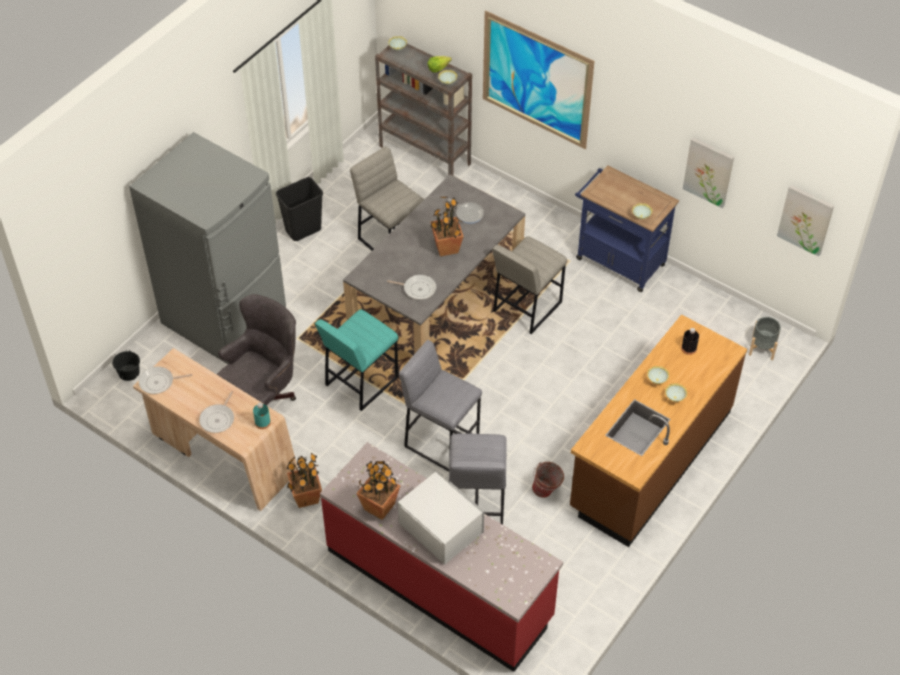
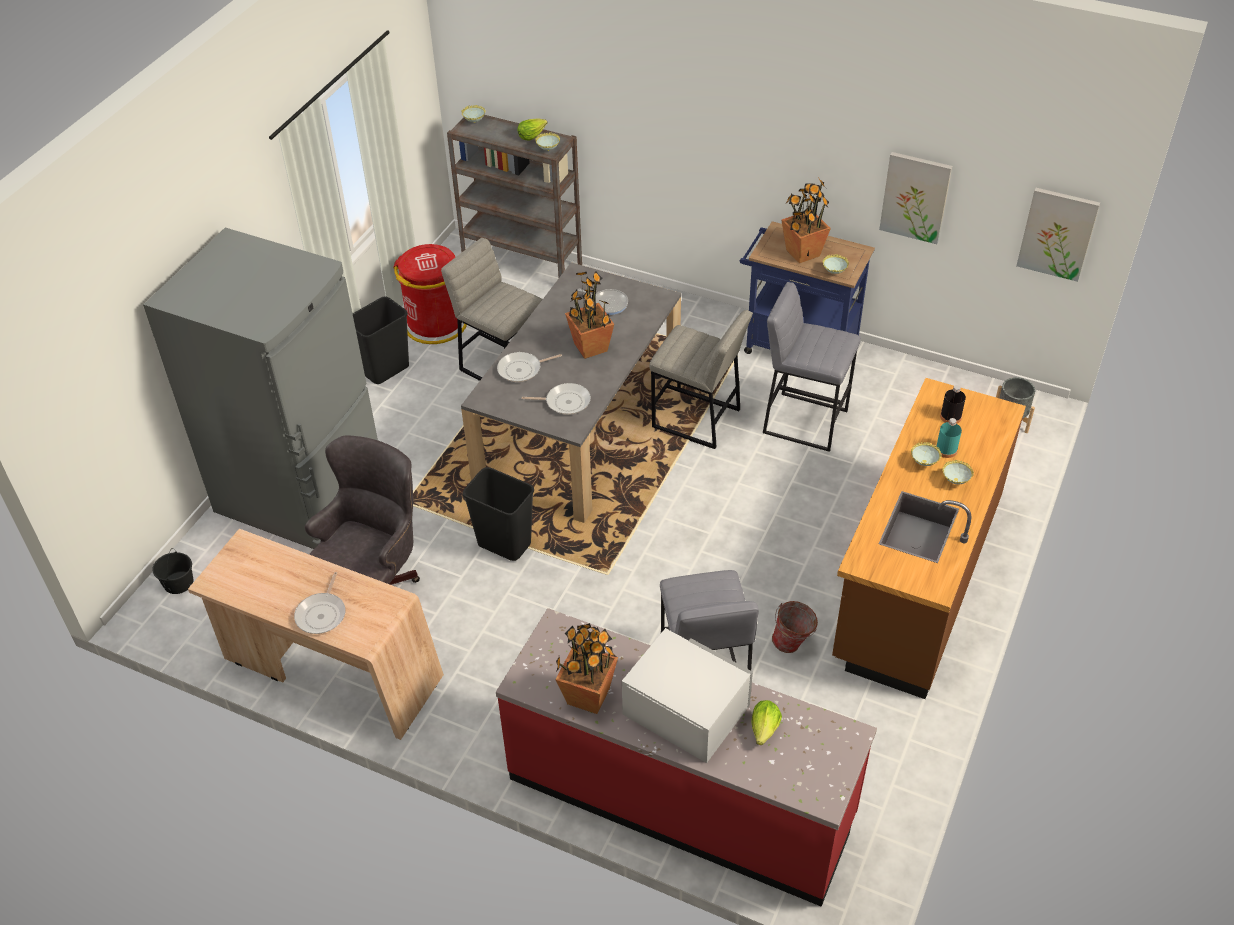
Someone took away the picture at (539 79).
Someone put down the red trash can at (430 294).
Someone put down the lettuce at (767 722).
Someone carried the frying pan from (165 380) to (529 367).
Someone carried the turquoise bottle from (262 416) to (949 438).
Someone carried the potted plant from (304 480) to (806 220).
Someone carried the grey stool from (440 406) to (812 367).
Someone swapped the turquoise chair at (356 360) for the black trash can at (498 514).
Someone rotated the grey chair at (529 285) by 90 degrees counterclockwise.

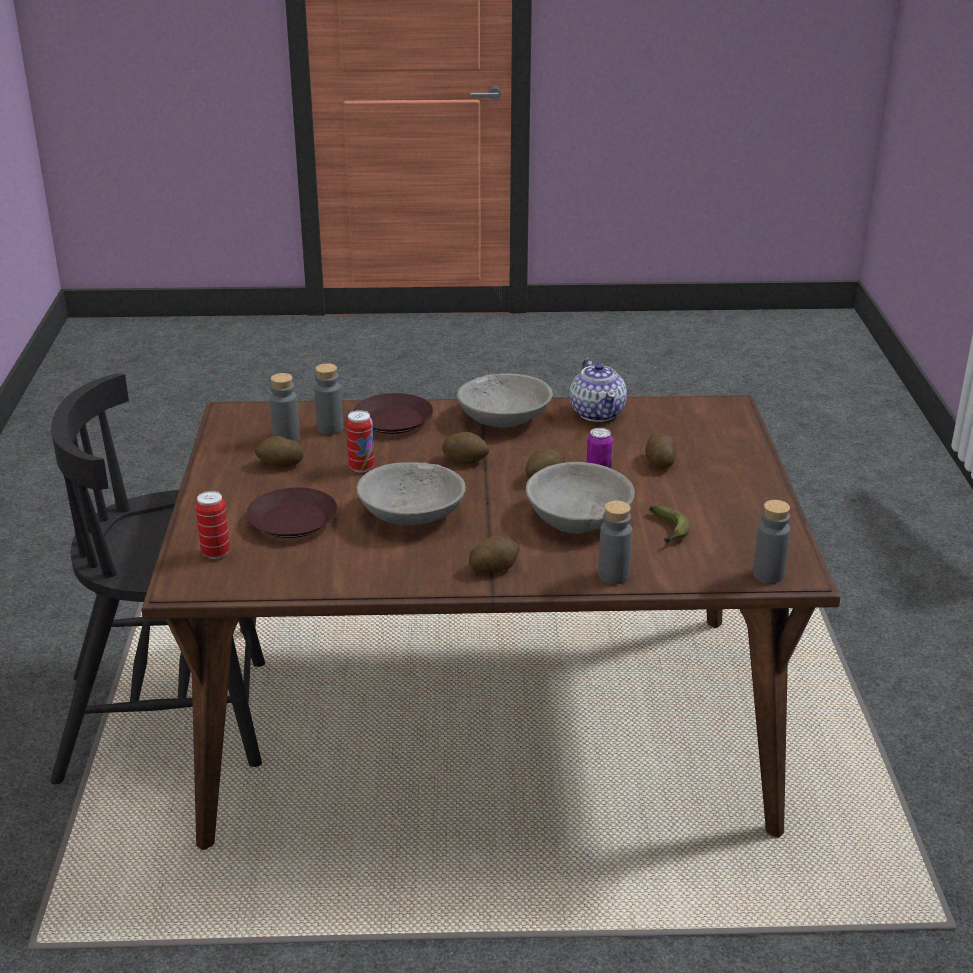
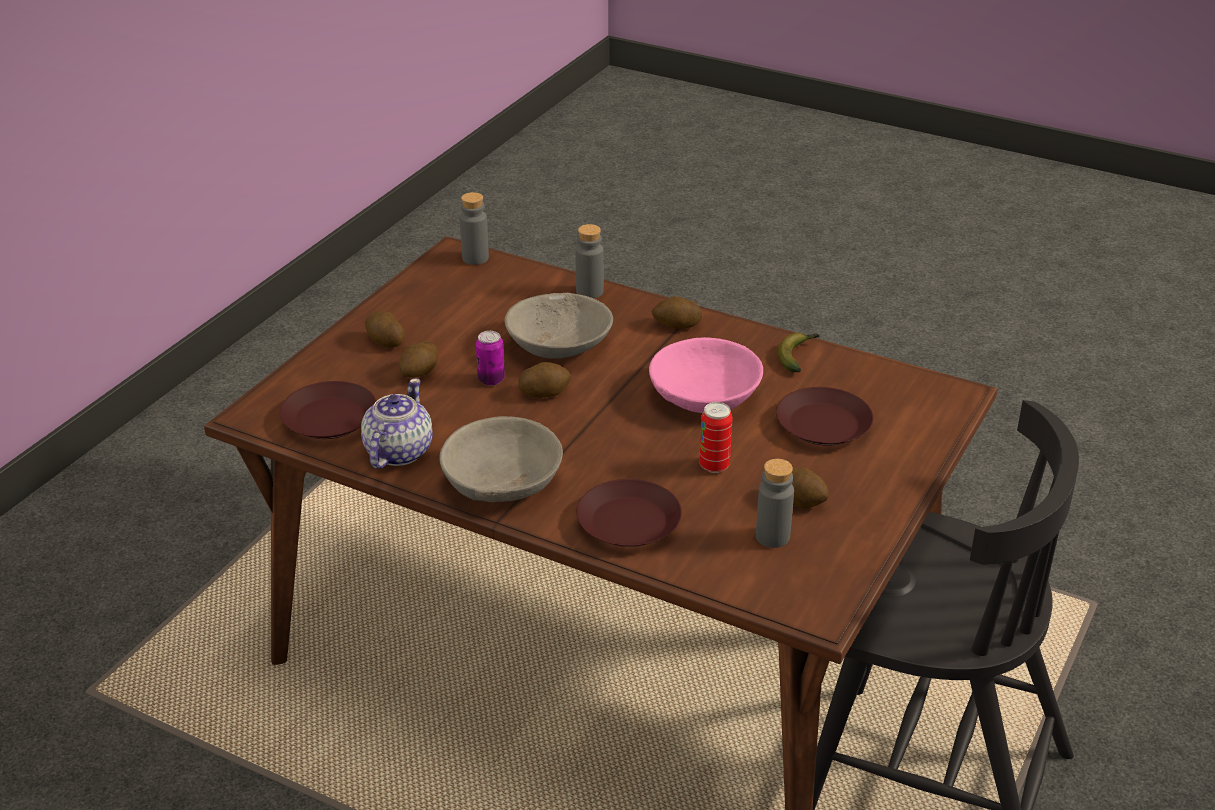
Someone took away the can at (213 525).
Someone took away the grey bottle at (328 399).
Someone put down the brown plate at (328 410).
Someone carried the potato from (465 448) to (385 330).
Someone carried the banana from (670 524) to (798 352).
Someone repainted the grey bowl at (411 493), which became the pink bowl at (706 375).

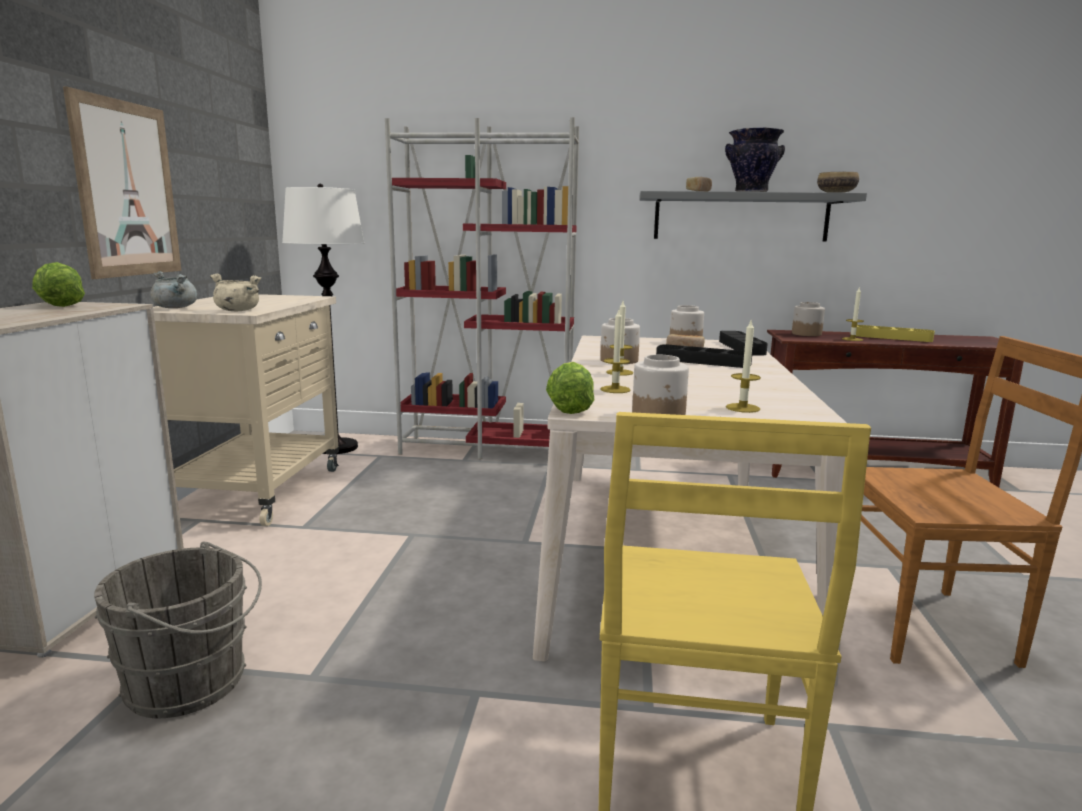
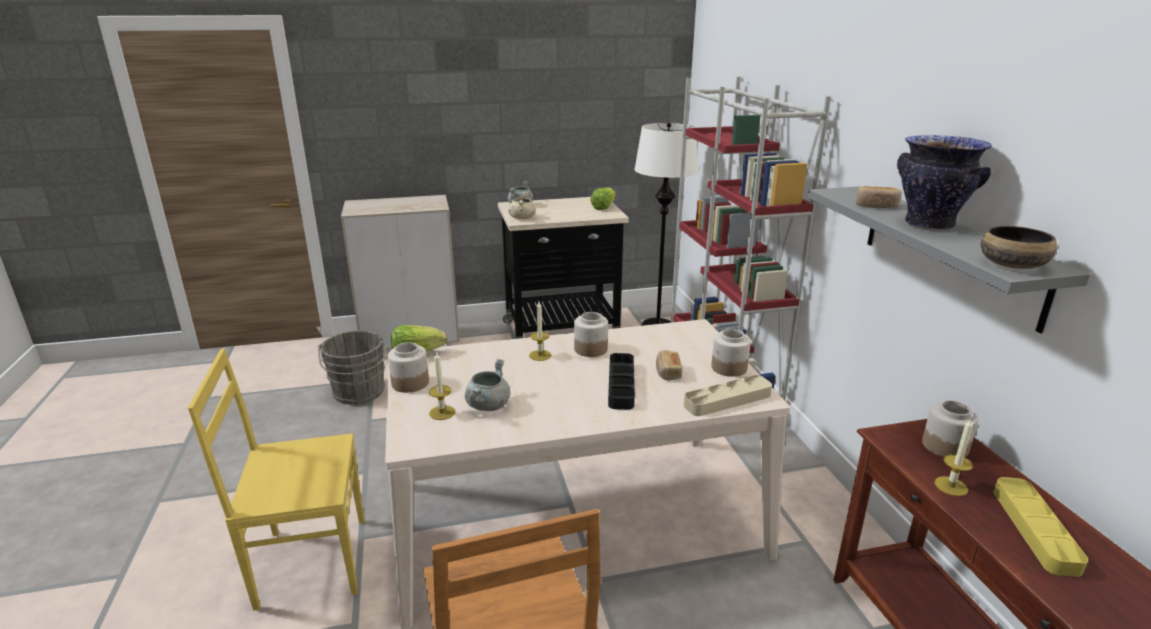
Someone took away the picture at (122 183).
Someone took away the candle at (615 351).
Someone put down the grey cooking pot at (487 385).
Someone carried the lettuce from (58 284) to (603 199).
Someone repainted the beige cart at (246 410), which became the black cart at (563 268).
Someone repainted the black tray at (743 343), which became the beige tray at (728 395).

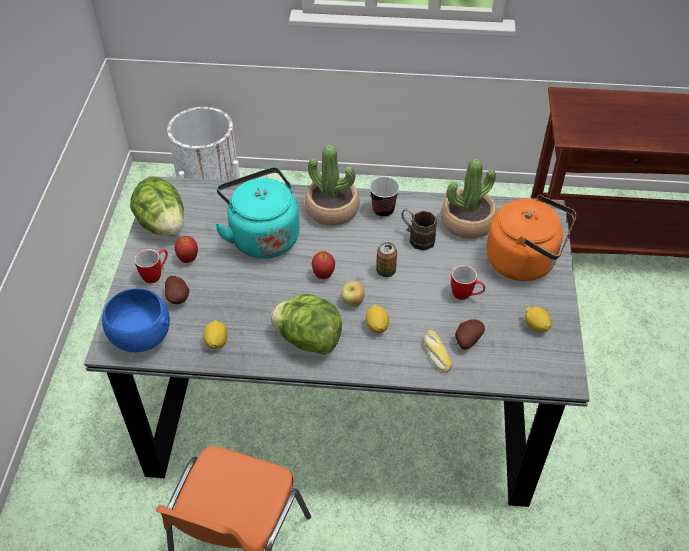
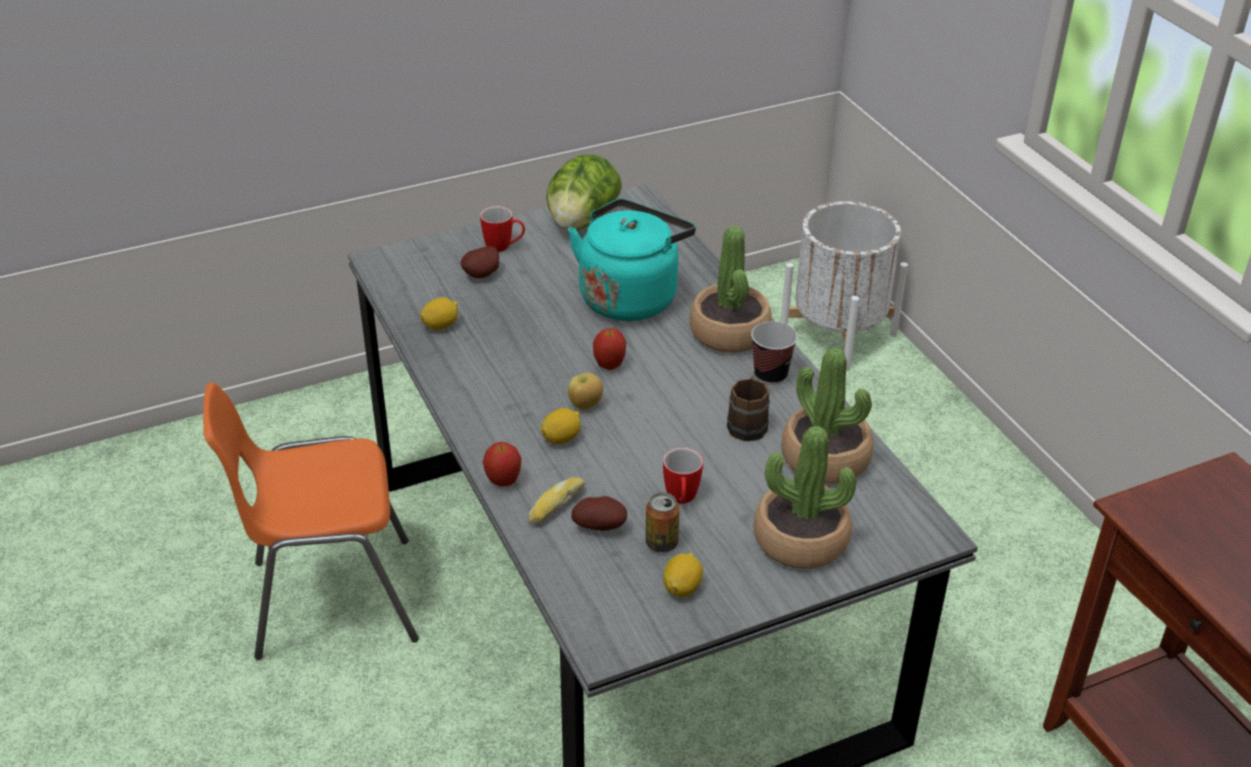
Someone took away the blue bowl at (136 320).
Someone took away the lettuce at (306 324).
Someone carried the apple from (186 249) to (502 464).
Someone carried the can from (386 259) to (663 522).
Someone swapped the orange kettle at (531 238) for the potted plant at (804 497).

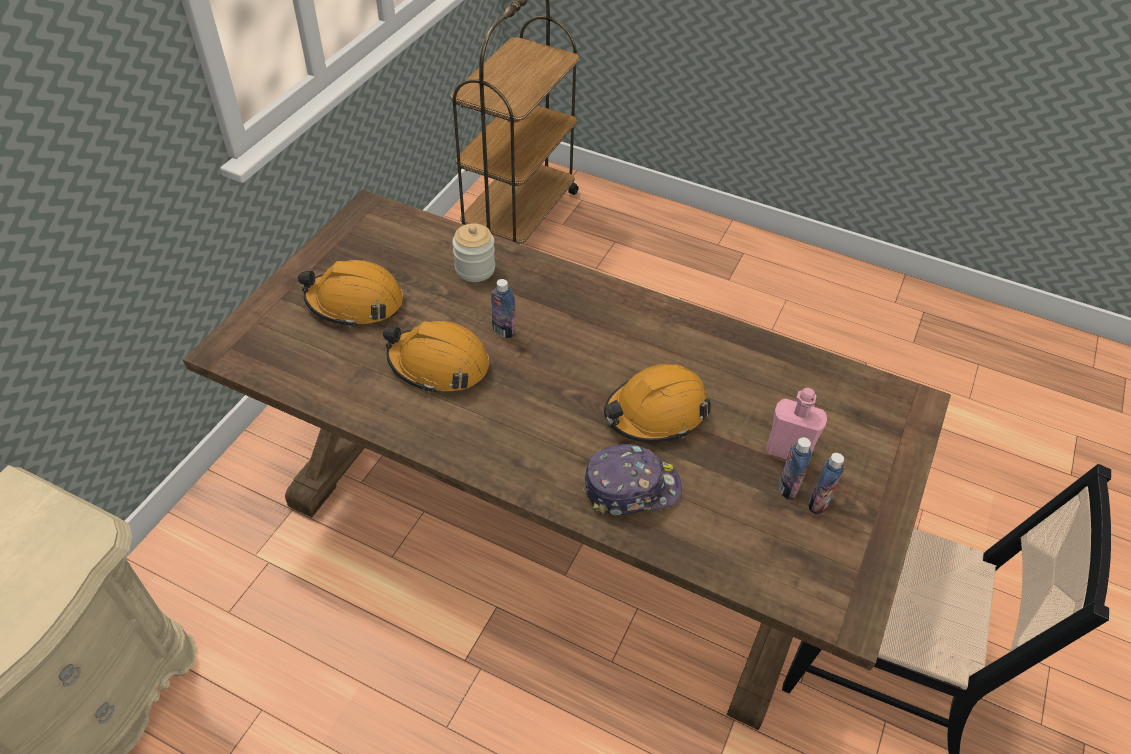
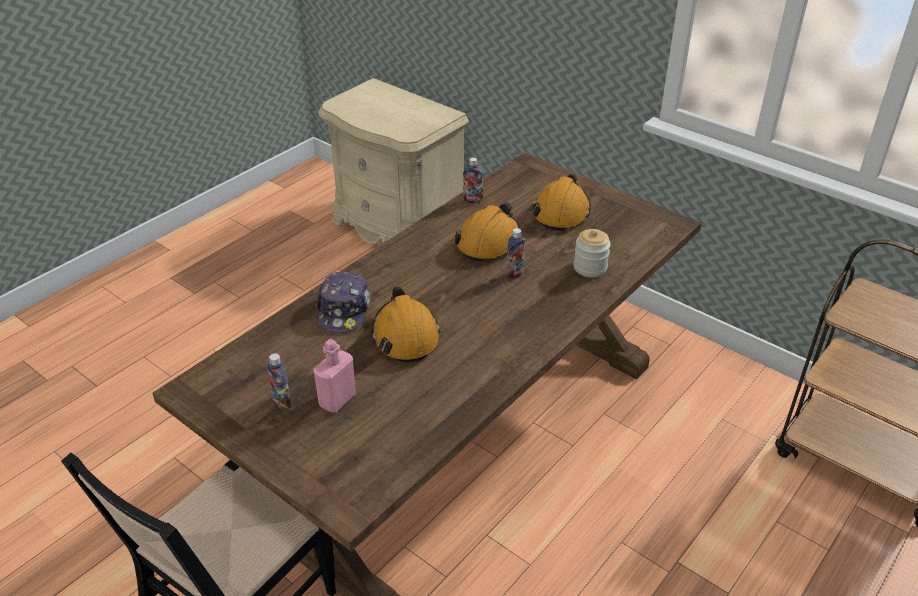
Someone carried the bottle from (795 468) to (473 180).

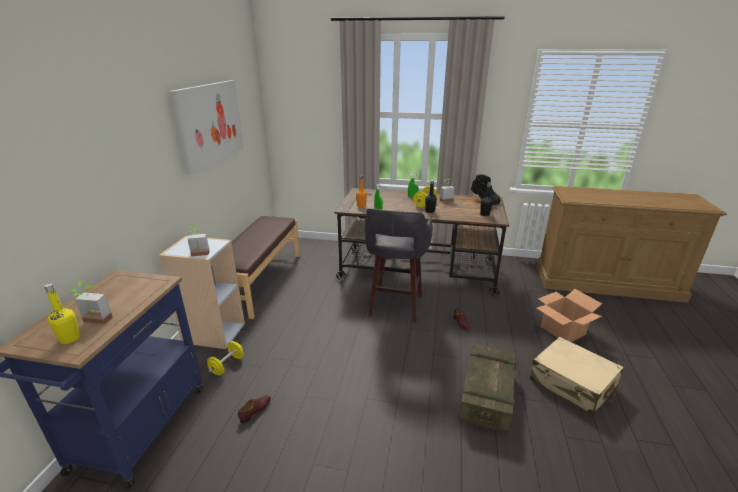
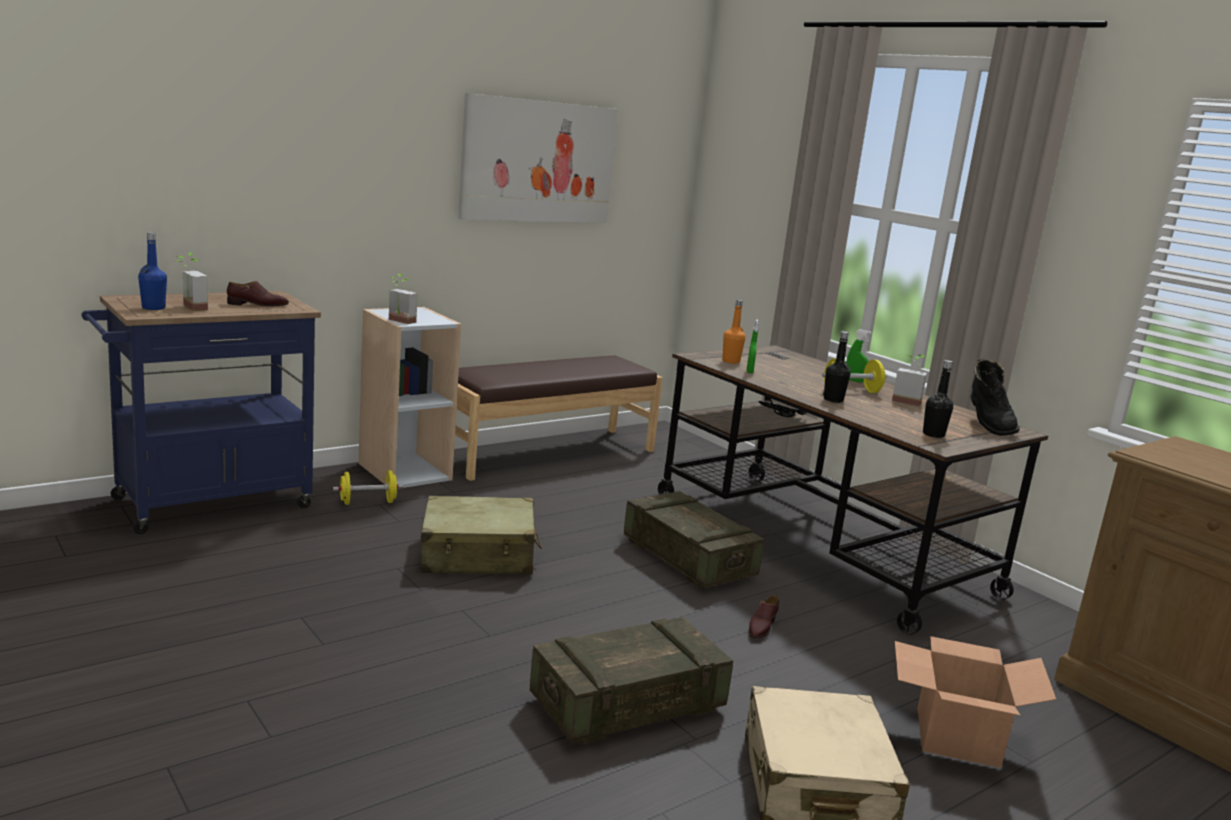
Someone put down the beige suitcase at (481 535).
Someone carried the brown shoe from (254 409) to (258 293).
Someone swapped the grey stool at (398 265) for the crate at (694 540).
Someone repainted the yellow bottle at (62 313), which became the blue bottle at (152 271).

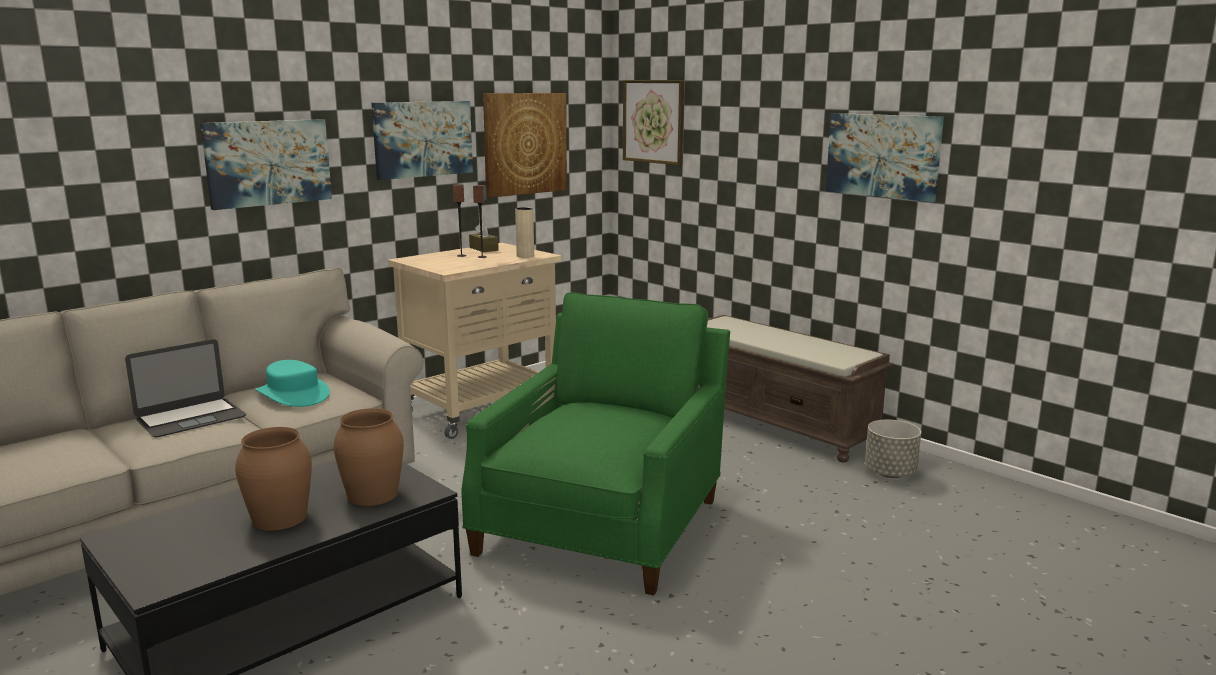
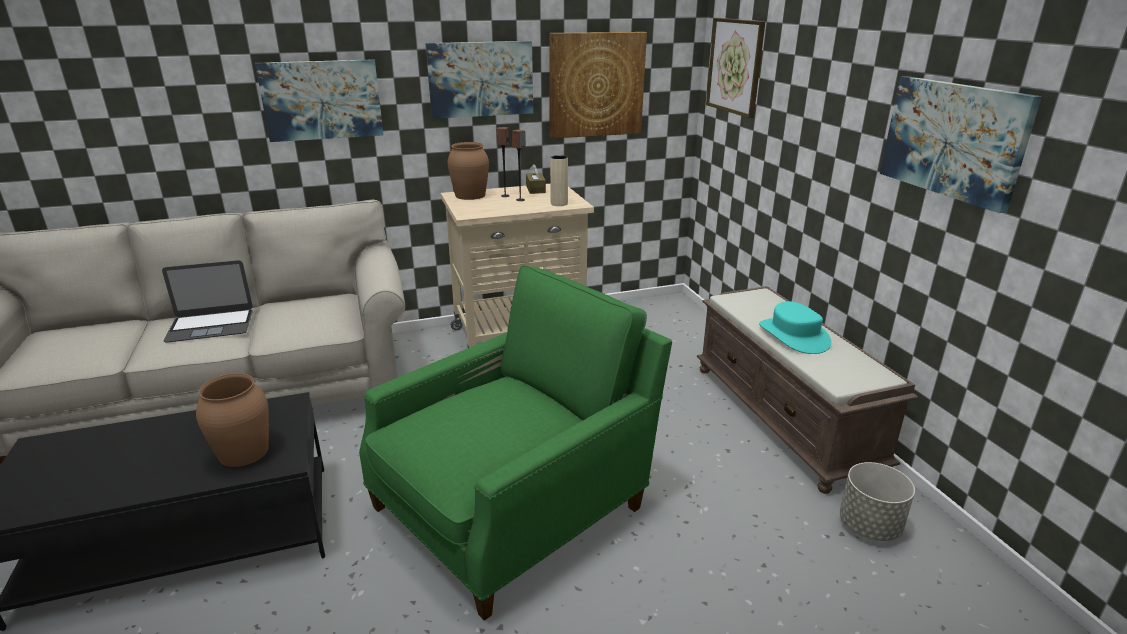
Someone carried the brown vase from (273 479) to (468 171).
Someone carried the turquoise hat from (293 383) to (795 327).

